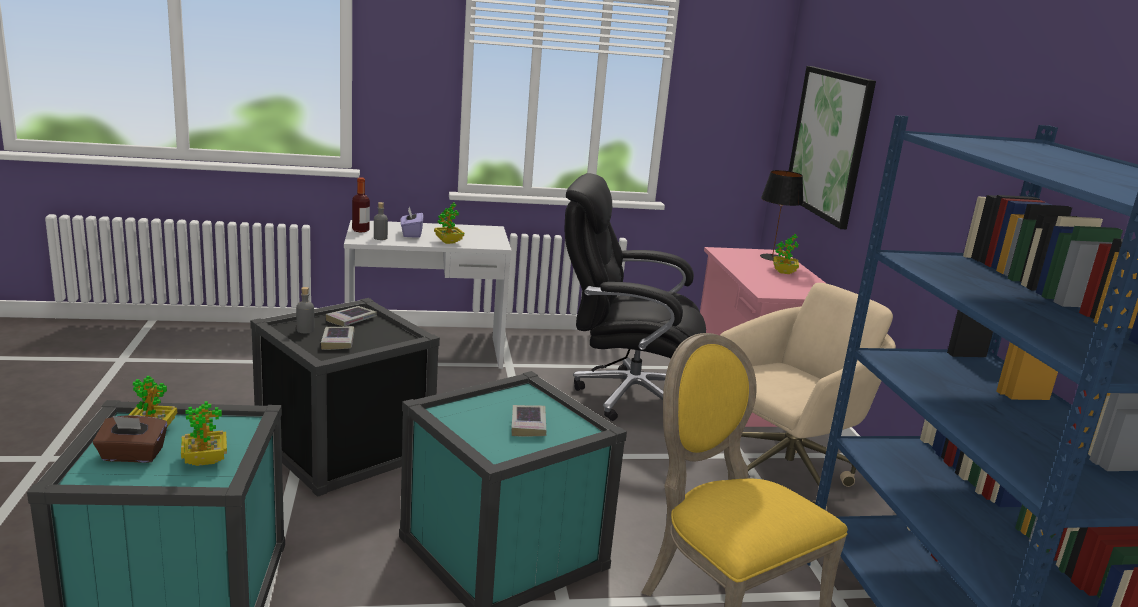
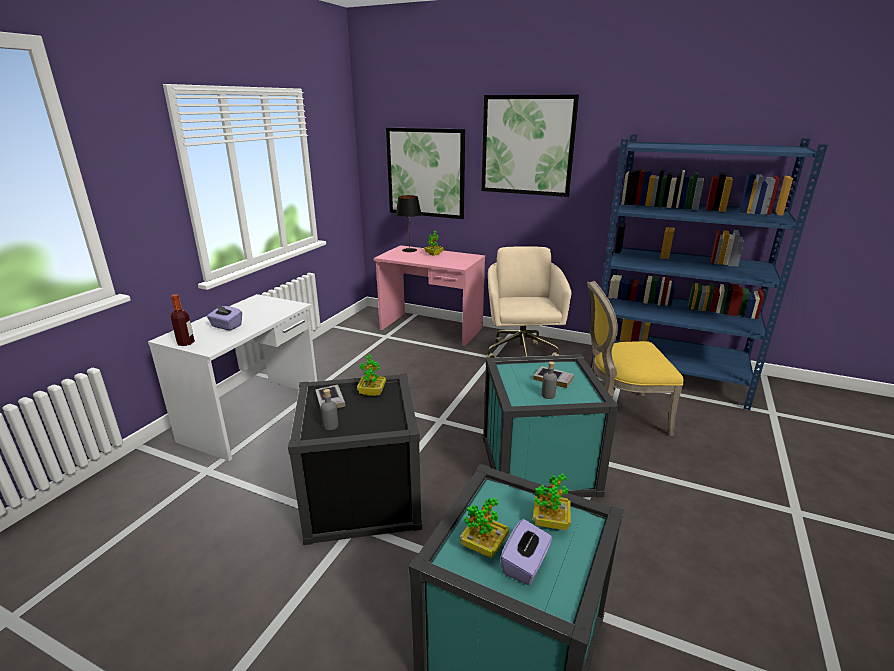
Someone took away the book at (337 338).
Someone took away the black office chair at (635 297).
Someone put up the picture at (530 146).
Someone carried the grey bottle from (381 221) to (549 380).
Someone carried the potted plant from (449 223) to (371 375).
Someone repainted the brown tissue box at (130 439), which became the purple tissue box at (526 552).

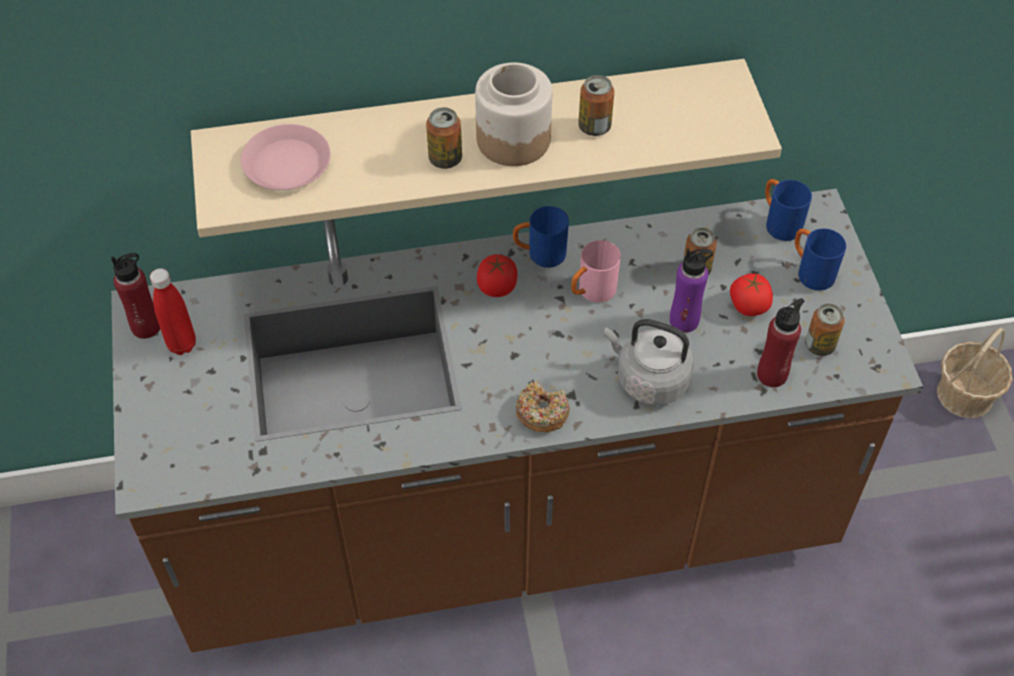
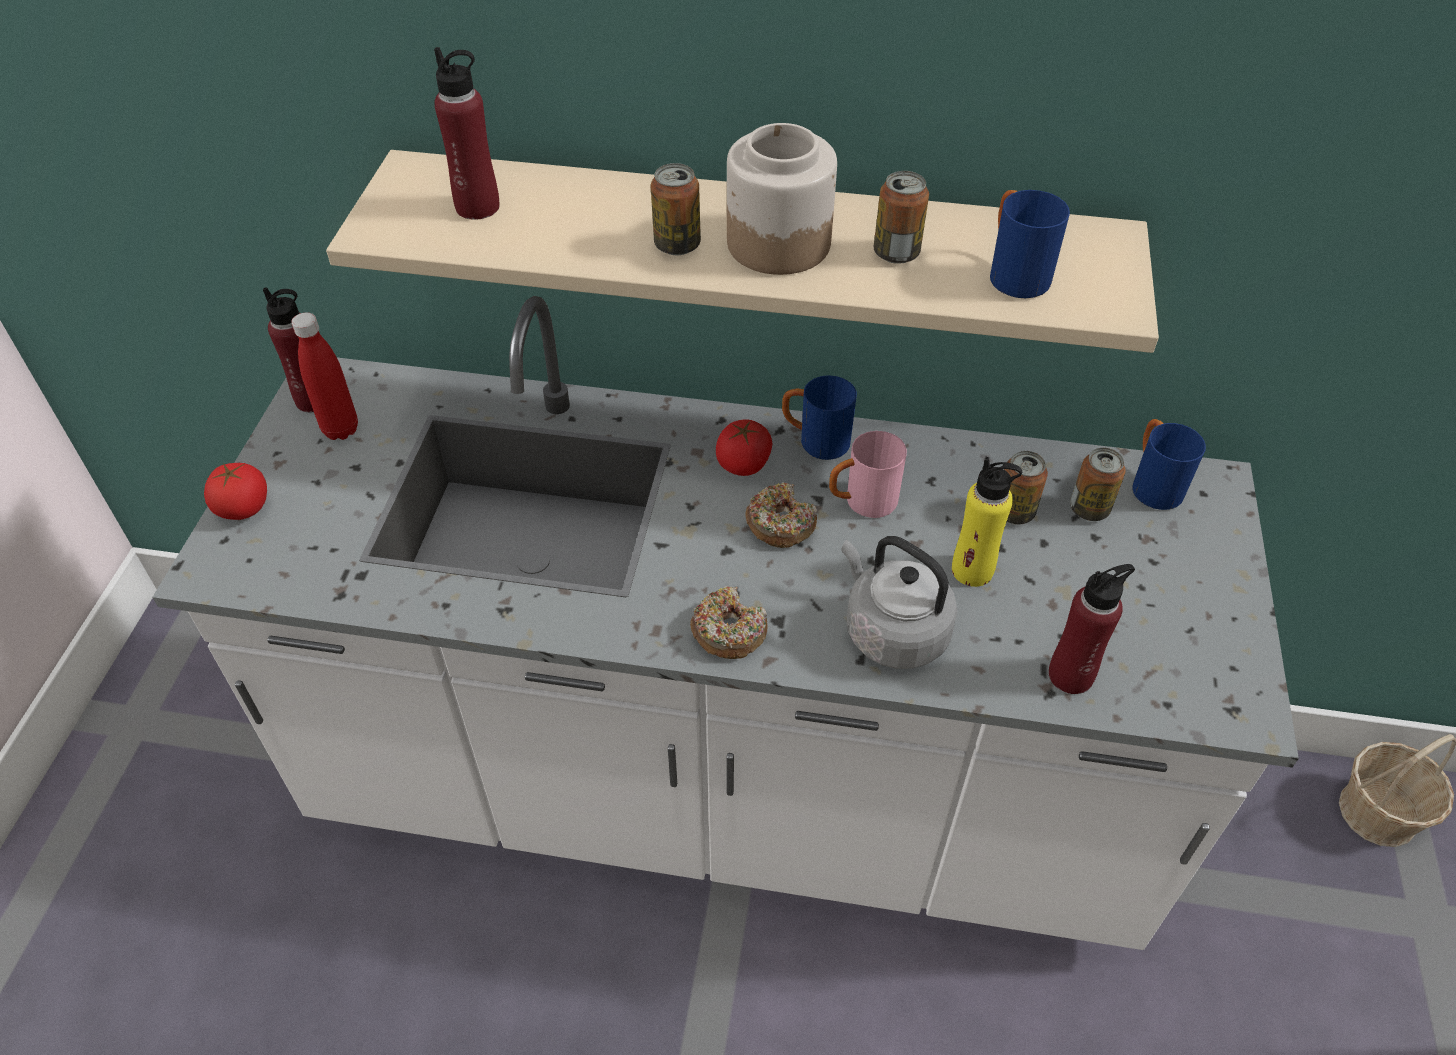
Someone put down the donut at (781 515).
Someone carried the tomato from (751 294) to (235 491).
Someone carried the blue mug from (820 260) to (1030 244).
Someone carried the can from (825 330) to (1098 484).
Someone swapped the pink plate at (286 157) for the red bottle at (467 133).
Someone repainted the brown counter at (517 420), which became the white counter at (725 623).
Someone repainted the purple bottle at (691 291), which became the yellow bottle at (987 522).

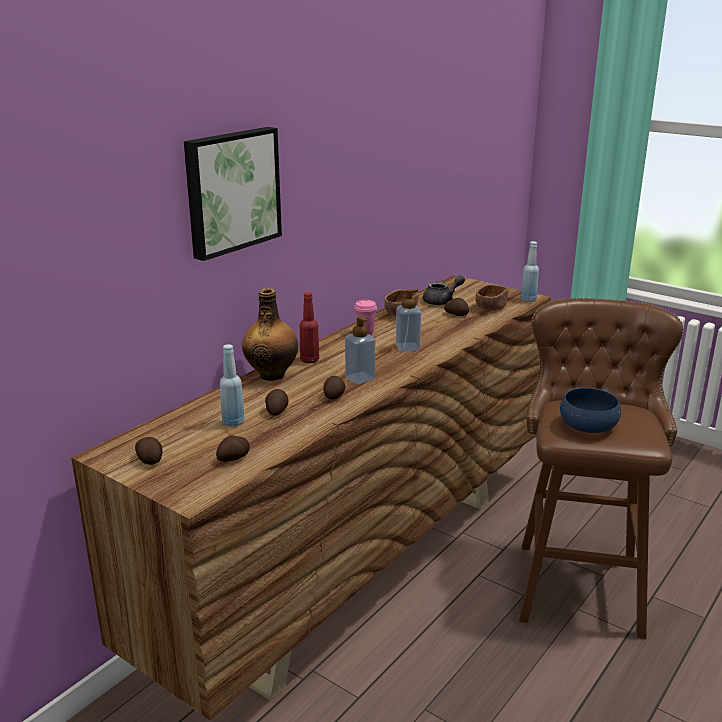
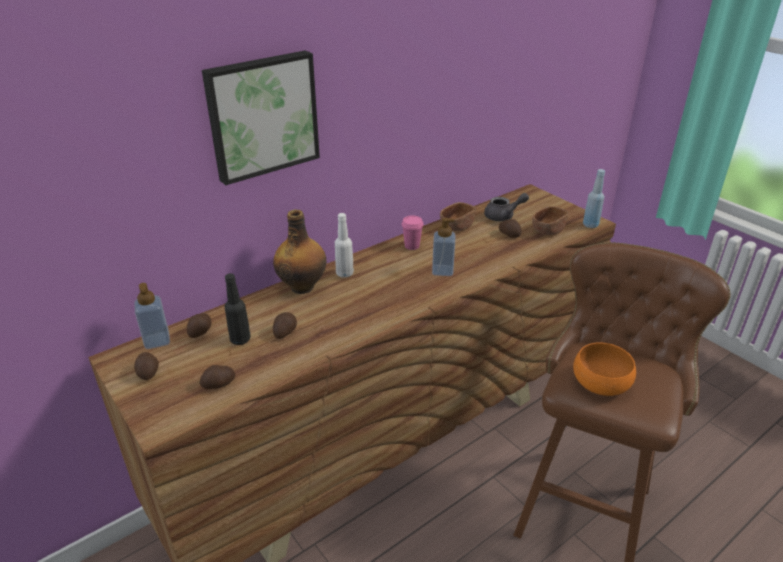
Someone carried the potato from (334 387) to (199 325).
Someone carried the soap dispenser from (360 350) to (152 316).
Someone repainted the blue bottle at (232 385), which became the black bottle at (238 309).
Someone repainted the red bottle at (309 327), which became the white bottle at (344 245).
Someone repainted the blue bowl at (590 410), which became the orange bowl at (604 369).

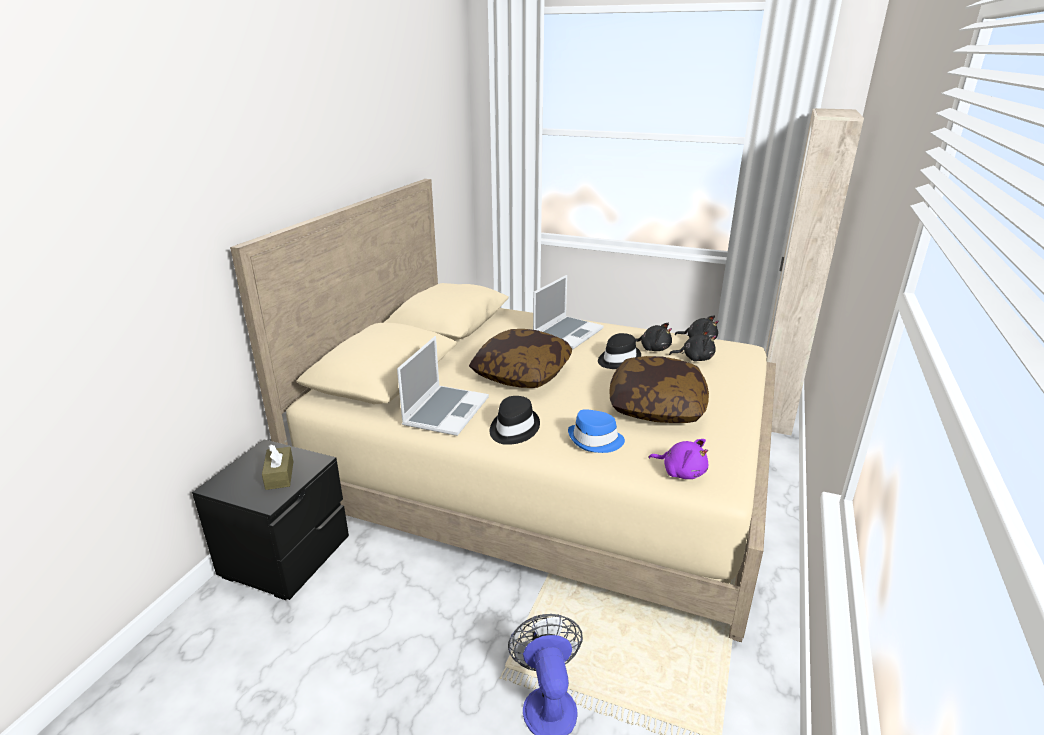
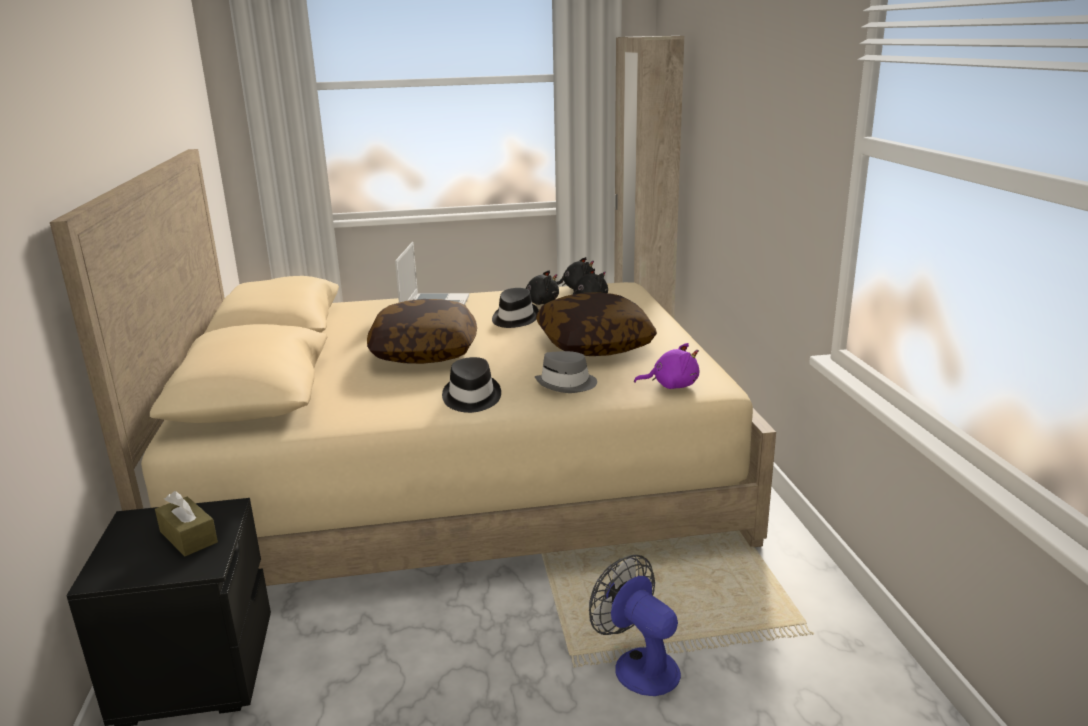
Someone took away the laptop at (443 386).
Someone repainted the blue hat at (596 431), which became the grey hat at (566 372).

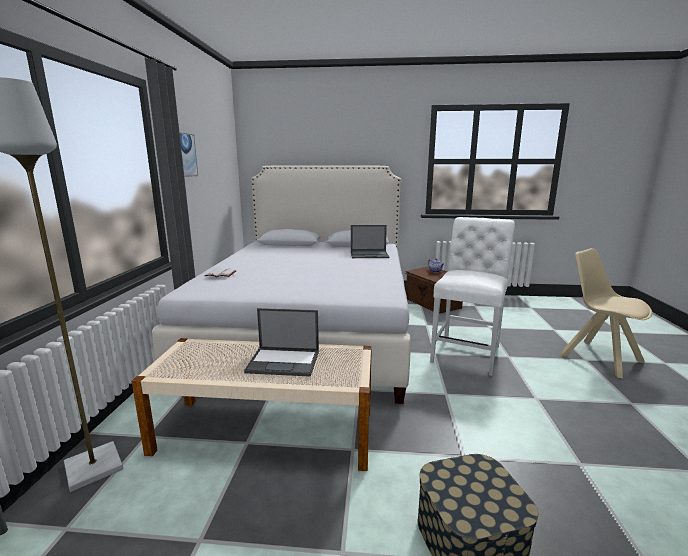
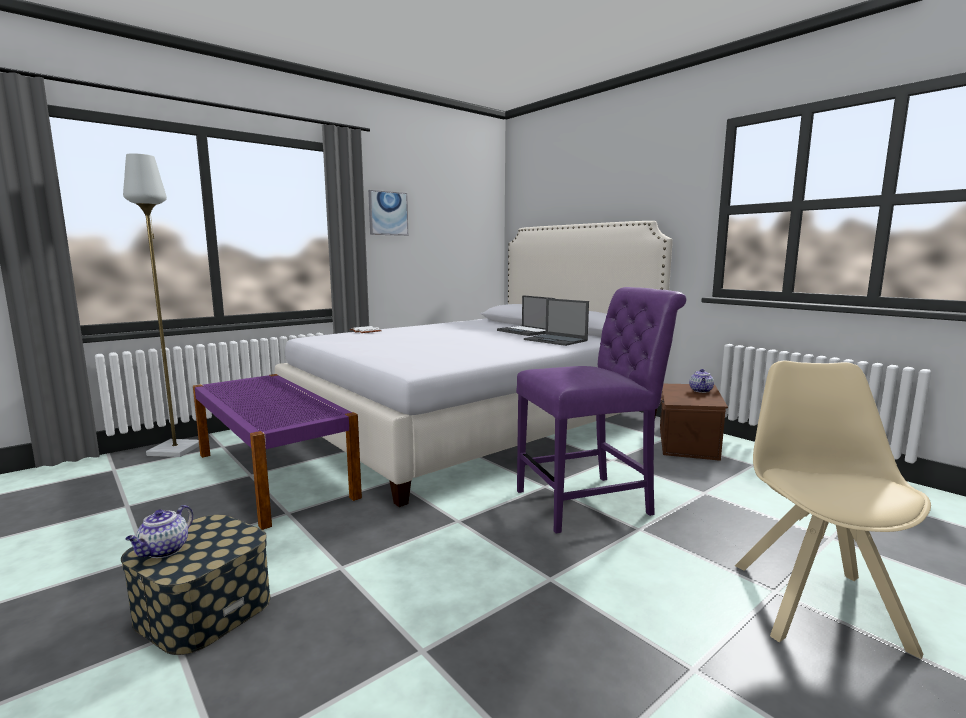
Someone put down the teapot at (159 531).
Someone carried the laptop from (281 342) to (526 315).
Someone repainted the beige bench at (252 404), which became the purple bench at (277 452).
Someone repainted the white chair at (472 296), which became the purple chair at (601 410).

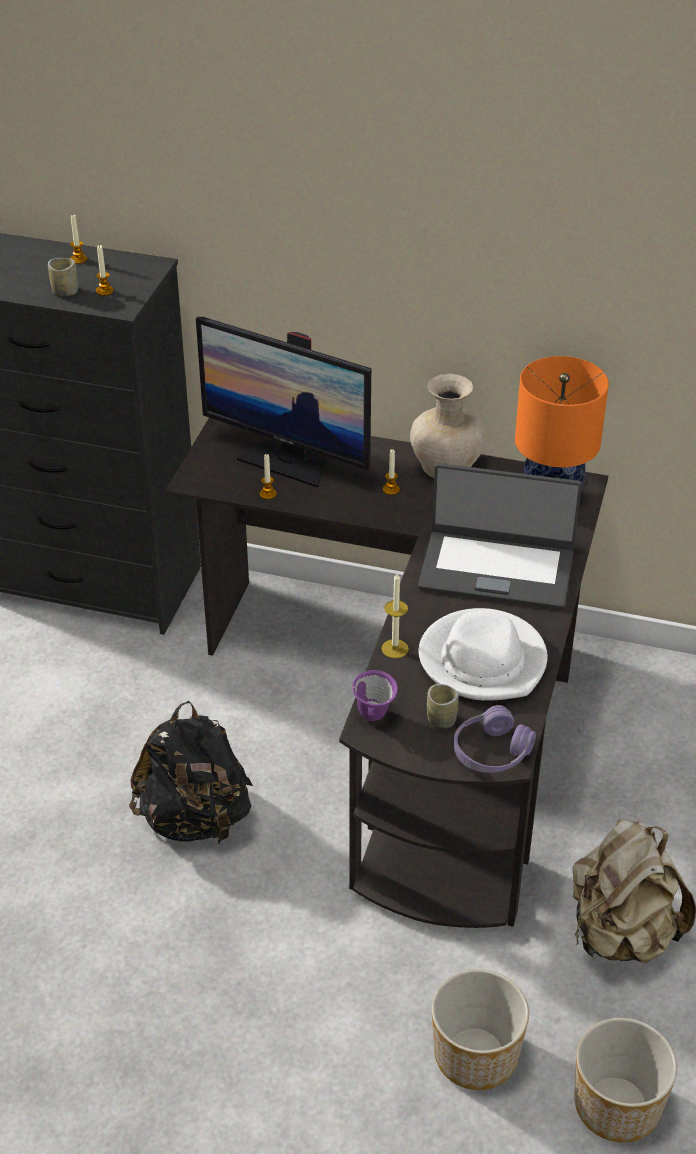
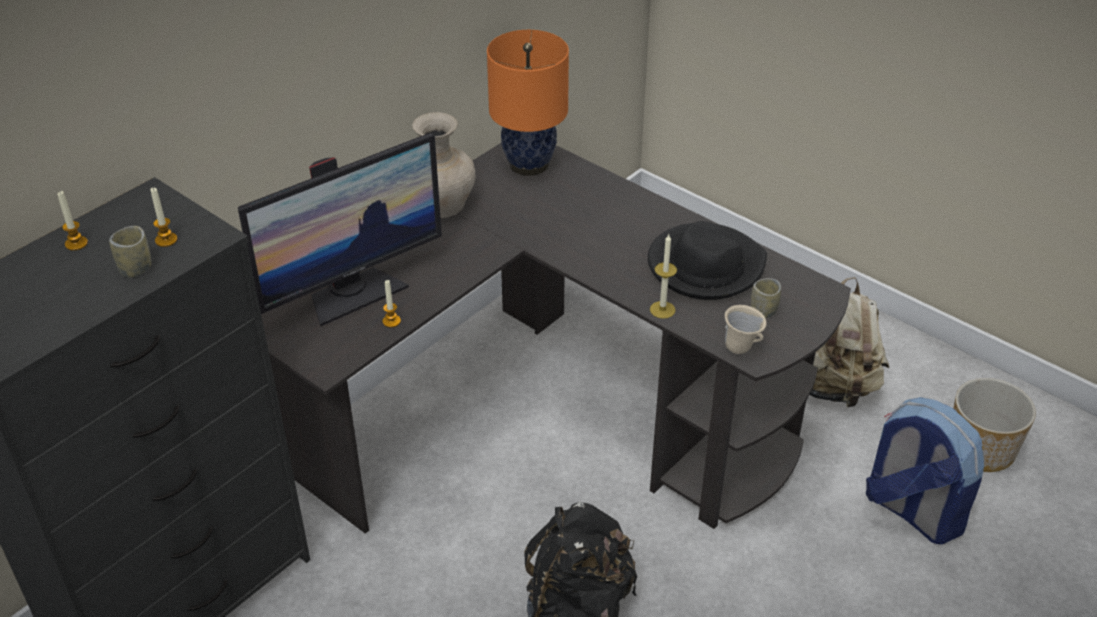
Someone took away the candle at (391 472).
Someone took away the laptop at (500 536).
Someone took away the purple headphones at (495 739).
Someone swapped the planter at (480 1029) for the backpack at (925 471).
Someone repainted the purple mug at (375 695), which became the beige mug at (746 329).
Someone repainted the white hat at (483 654), which became the black hat at (707 260).

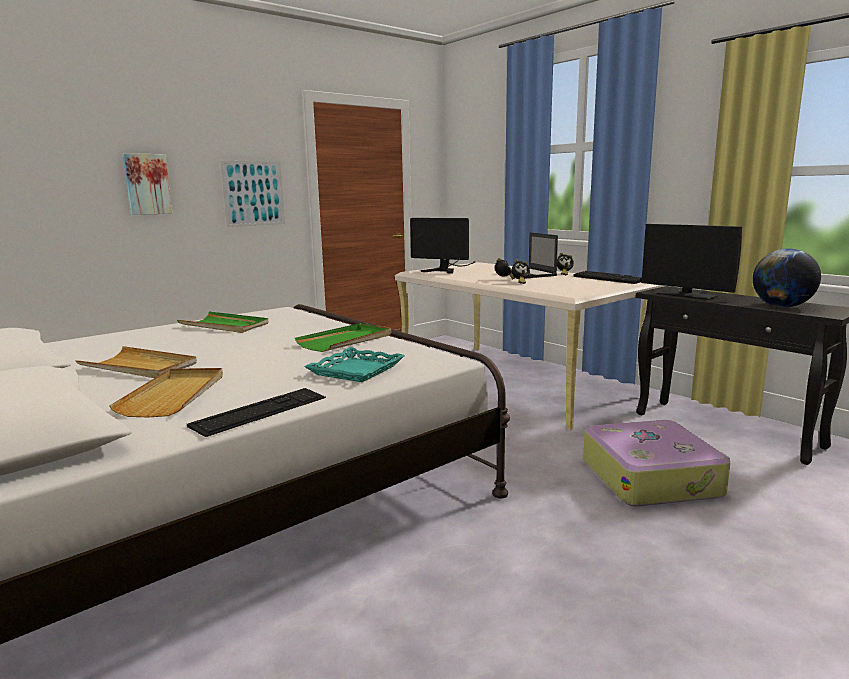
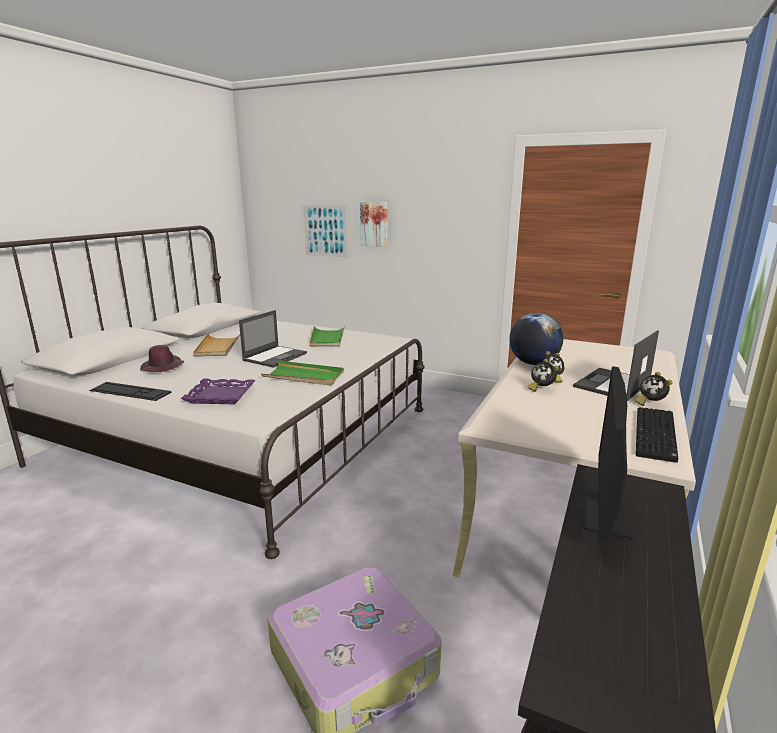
Someone took away the monitor at (442 246).
Someone put down the laptop at (273 339).
Someone carried the picture from (252 194) to (325 231).
Someone carried the globe from (787 277) to (536 339).
Someone swapped the beige tray at (166 392) for the purple hat at (162 358).
Someone repainted the turquoise tray at (354 364), which became the purple tray at (218 391).

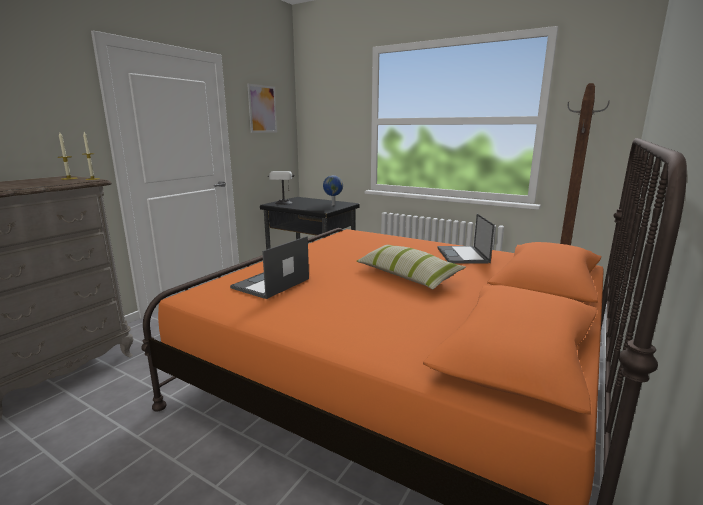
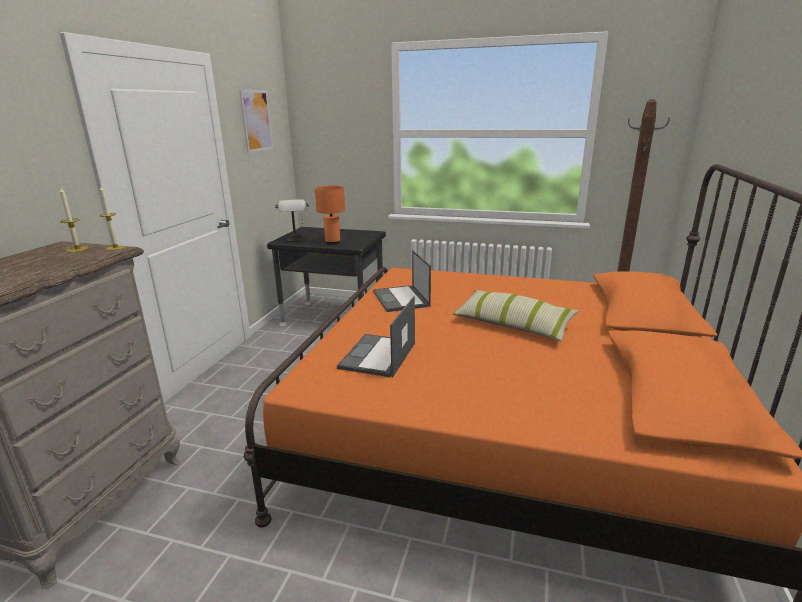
Someone took away the globe at (333 190).
Someone put down the orange table lamp at (330 215).
Someone carried the laptop from (466 239) to (402 281).

